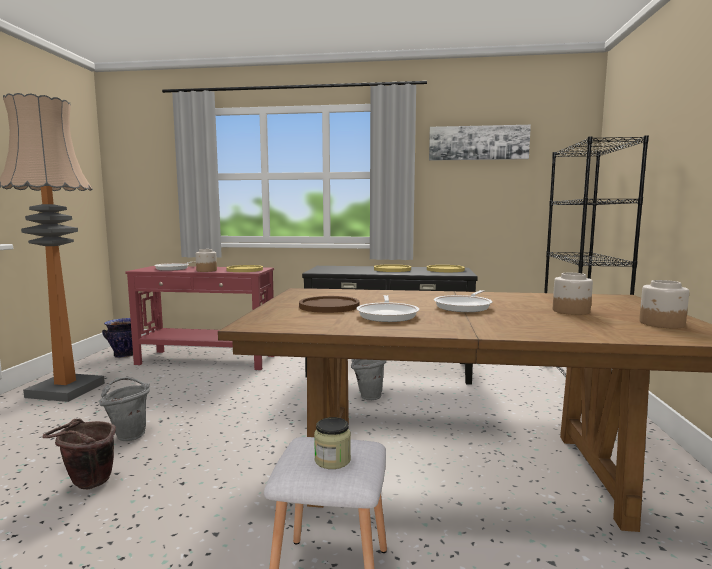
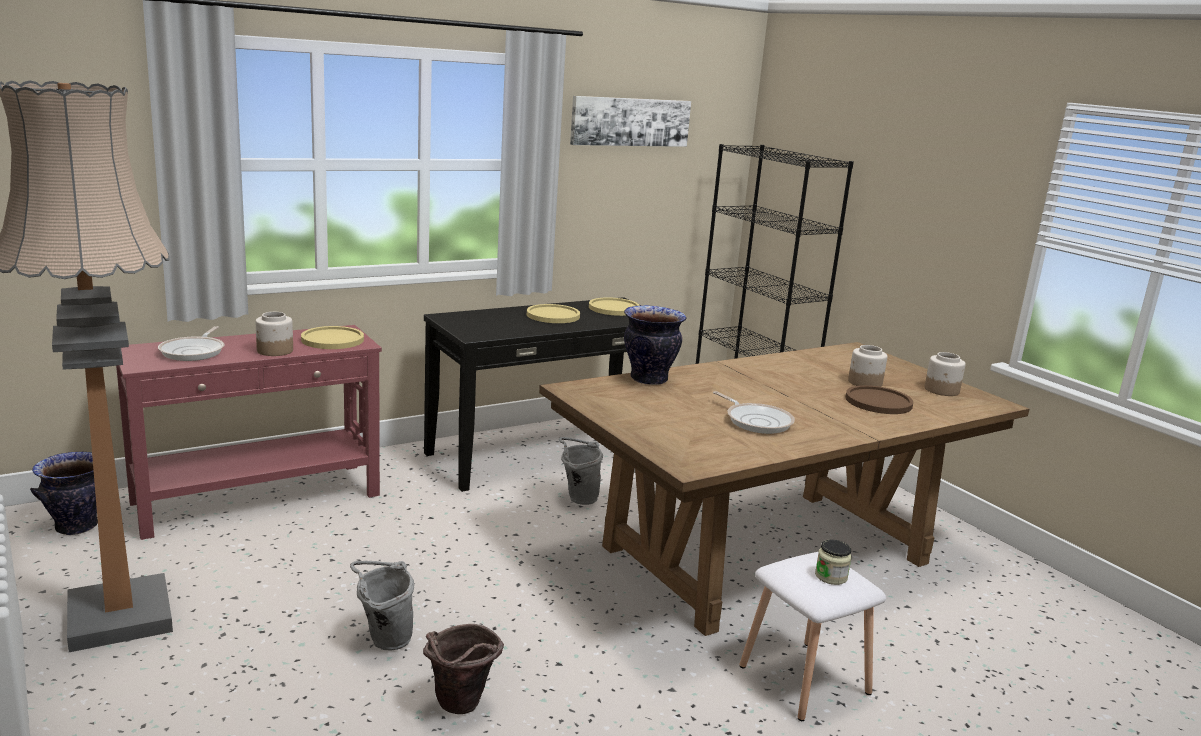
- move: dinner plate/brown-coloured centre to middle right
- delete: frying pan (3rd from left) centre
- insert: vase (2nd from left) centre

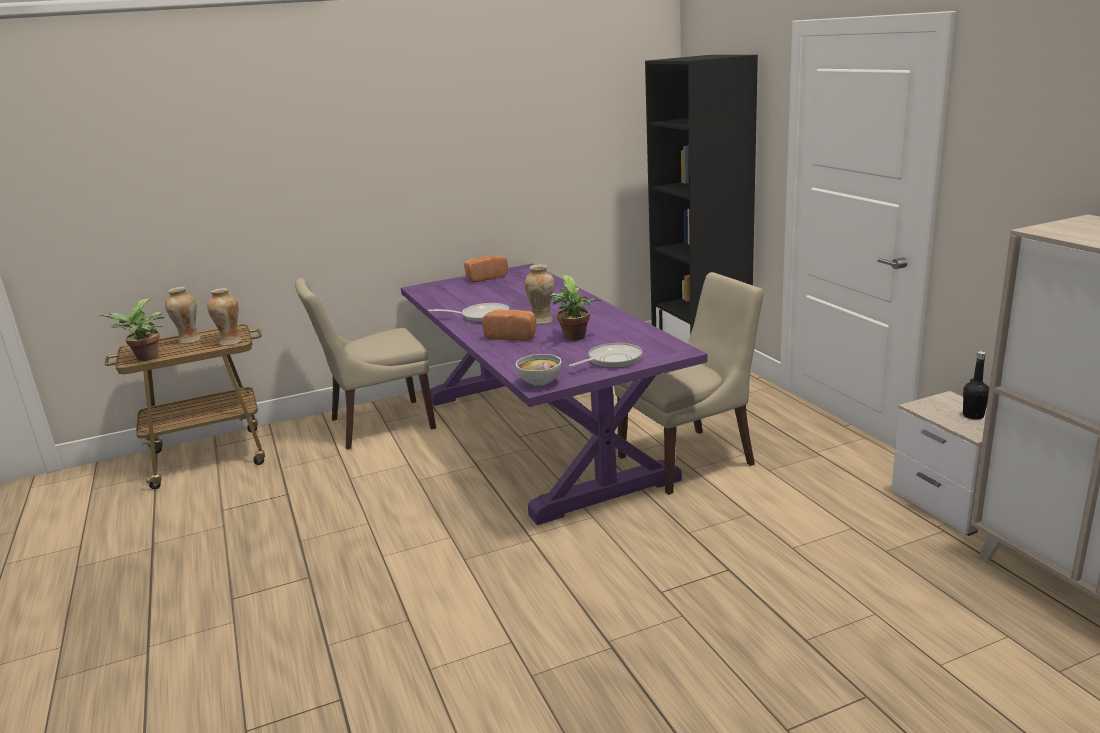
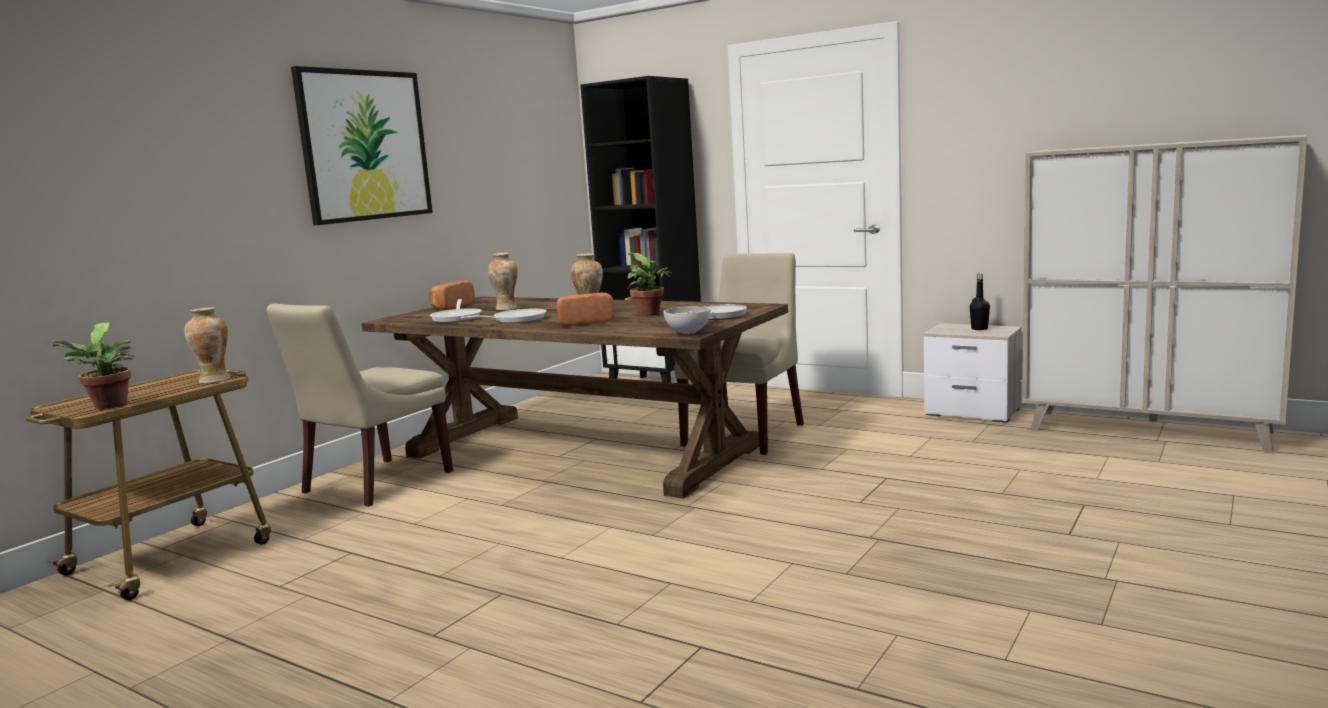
- move: vase (1st from left in the first image) middle left to vase (2nd from left) centre
- recolor: kitchen table/purplish centre to kitchen table/brown-coloured centre
- insert: picture top left
- insert: frying pan (1st from left) centre

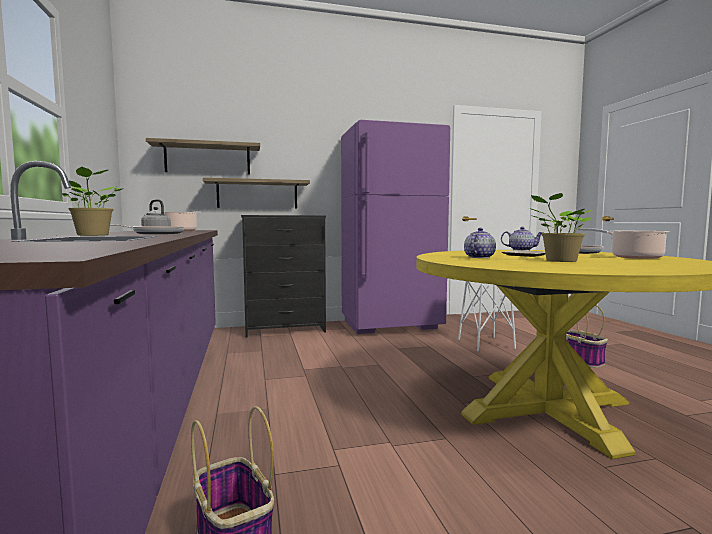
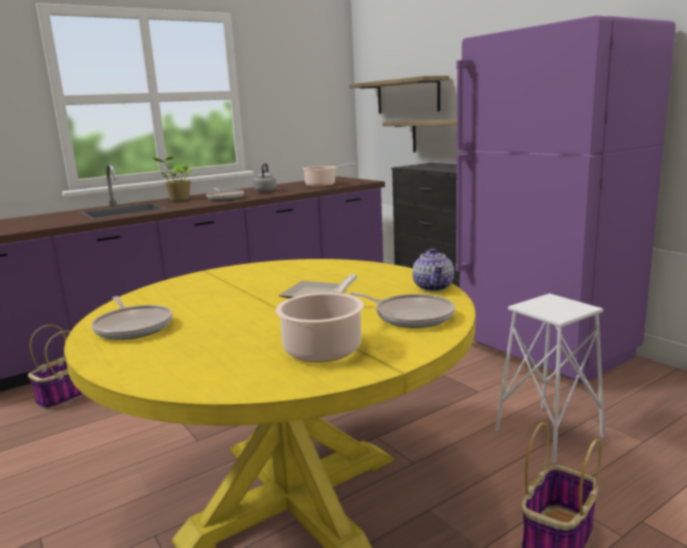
- delete: tea pot (1st from left) middle right
- delete: houseplant (2nd from left) middle right
- insert: frying pan (1st from left) middle left

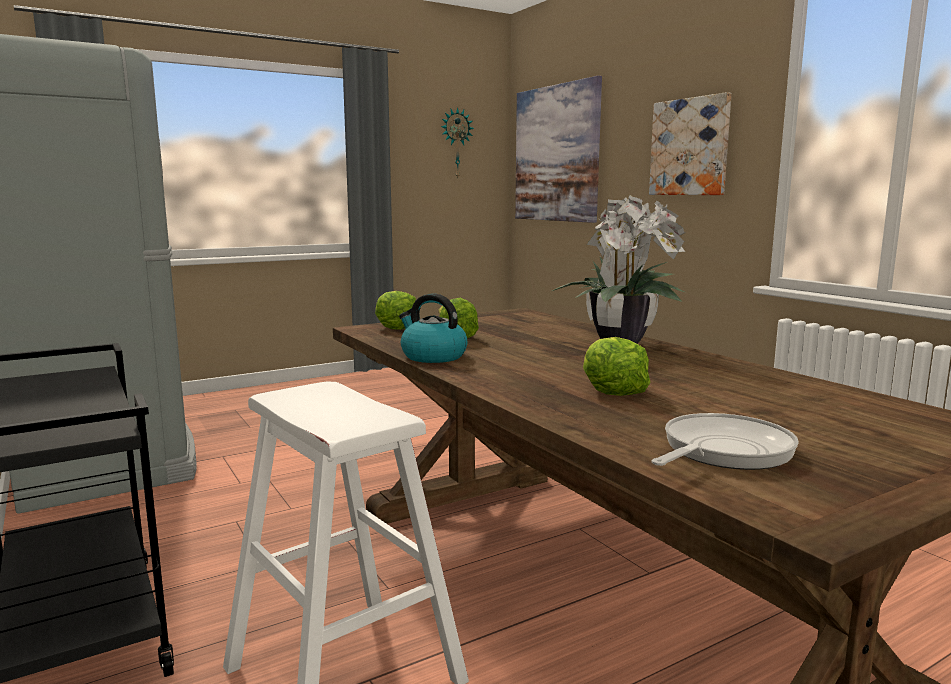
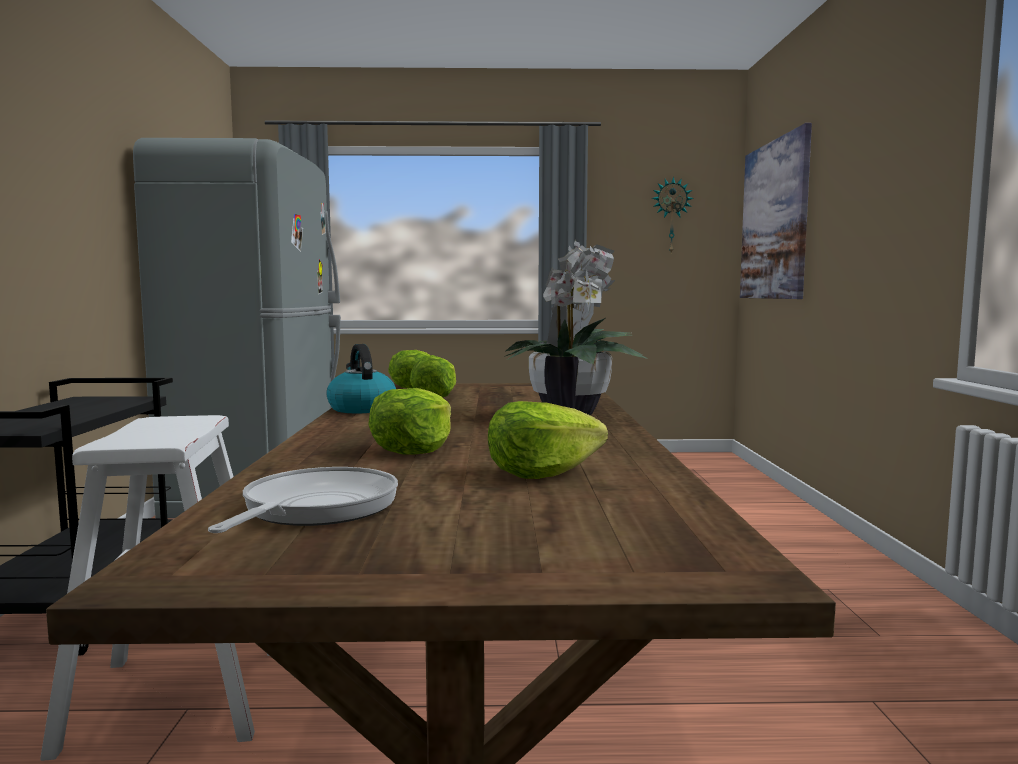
- delete: picture (2nd from left) top right
- rotate: frying pan middle right = middle left 60 degrees counterclockwise
- insert: head of lettuce (4th from left) centre

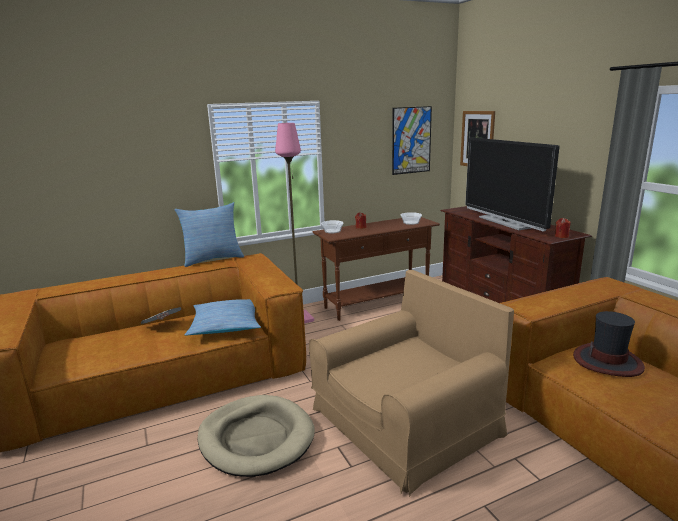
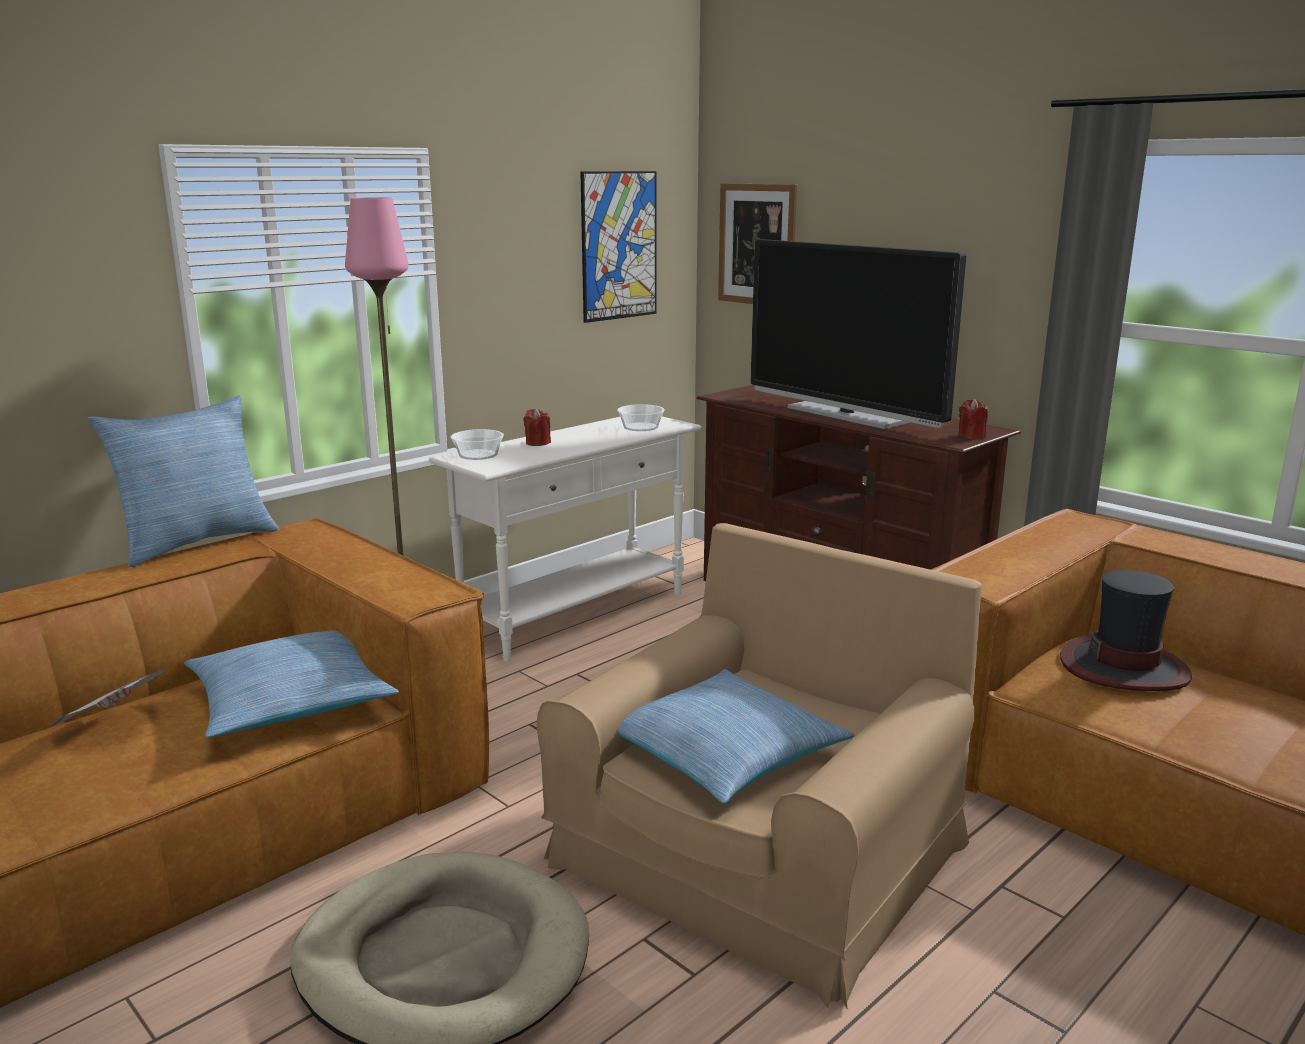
- recolor: narrow table/brown-coloured centre to narrow table/white centre
- insert: pillow (3rd from left) bottom centre

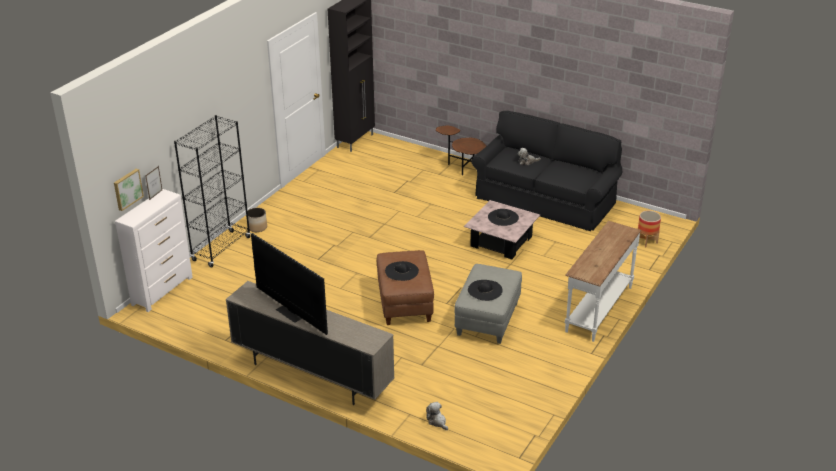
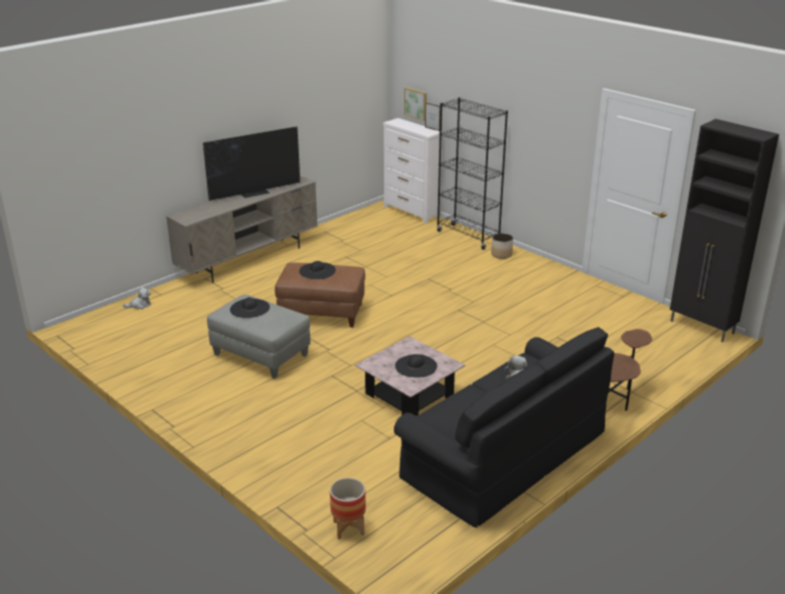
- delete: narrow table/white middle right

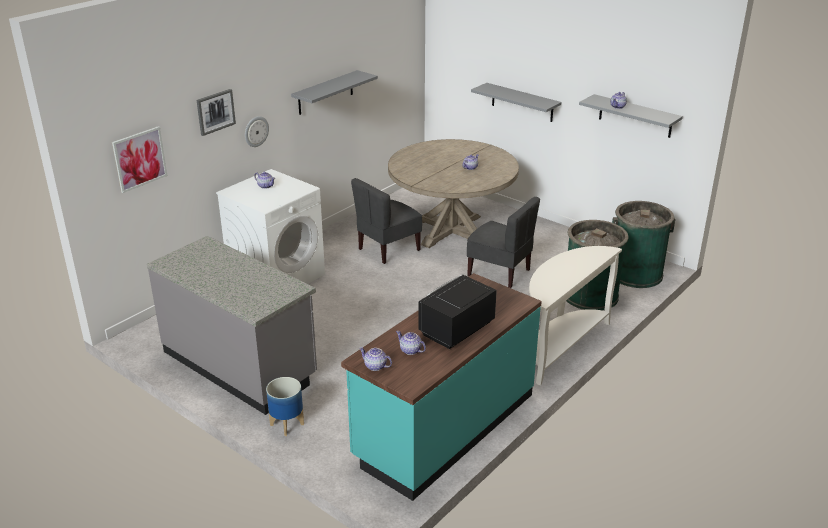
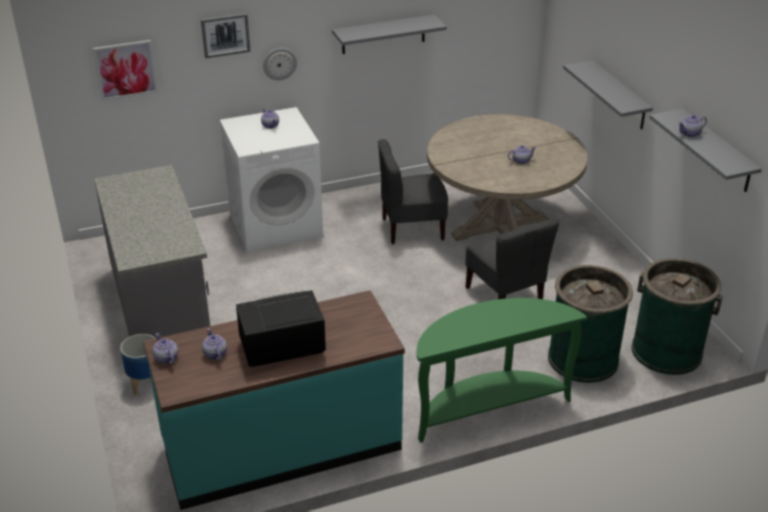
- recolor: narrow table/white middle right to narrow table/green bottom centre

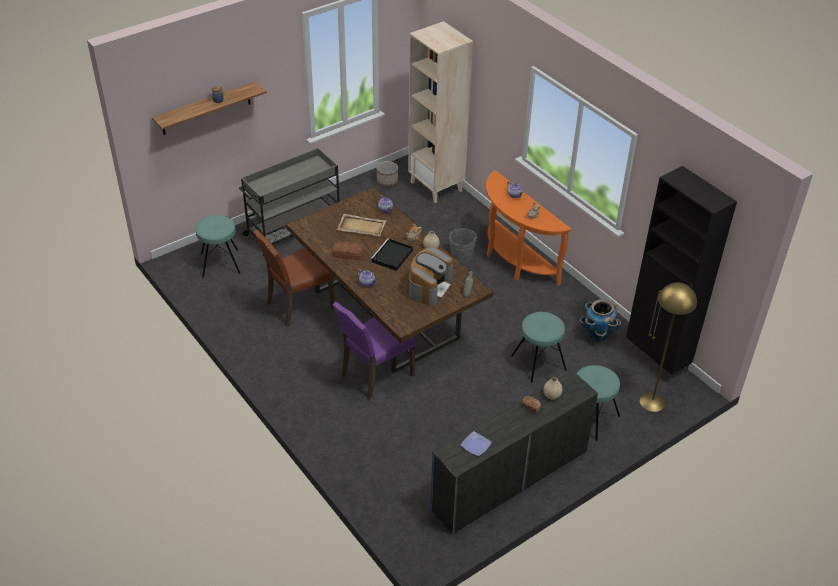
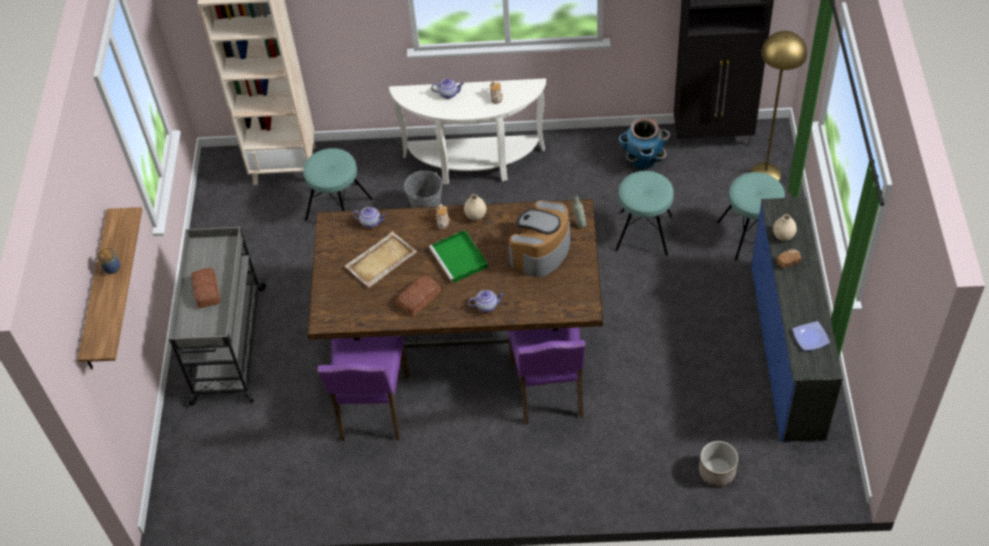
- move: stool/blue-green (1st from left) middle left to centre
- recolor: chair/brown-coloured centre to chair/purplish (1st from left) bottom centre
- recolor: serving tray/blackish centre to serving tray/green centre
- move: plant pot (1st from left in the first image) top centre to plant pot (2nd from left) bottom right
- rotate: coffee maker centre = centre 120 degrees counterclockwise
- recolor: narrow table/orangey centre to narrow table/white top centre
- insert: bakery bread (1st from left) middle left

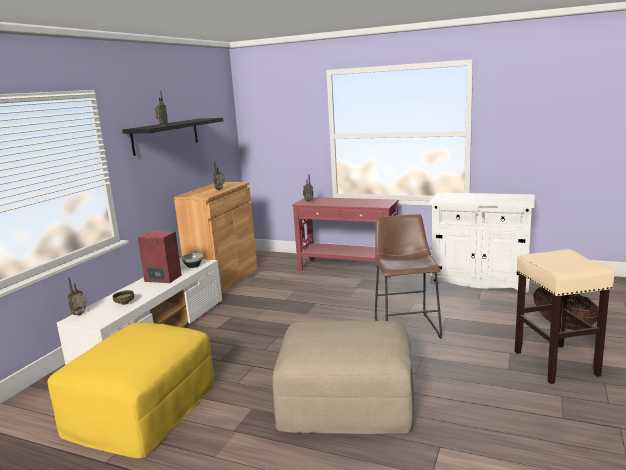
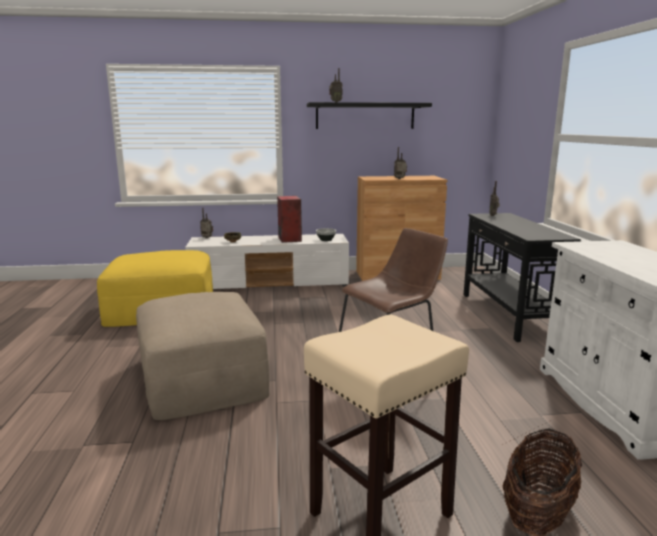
- recolor: narrow table/red centre to narrow table/blackish middle right

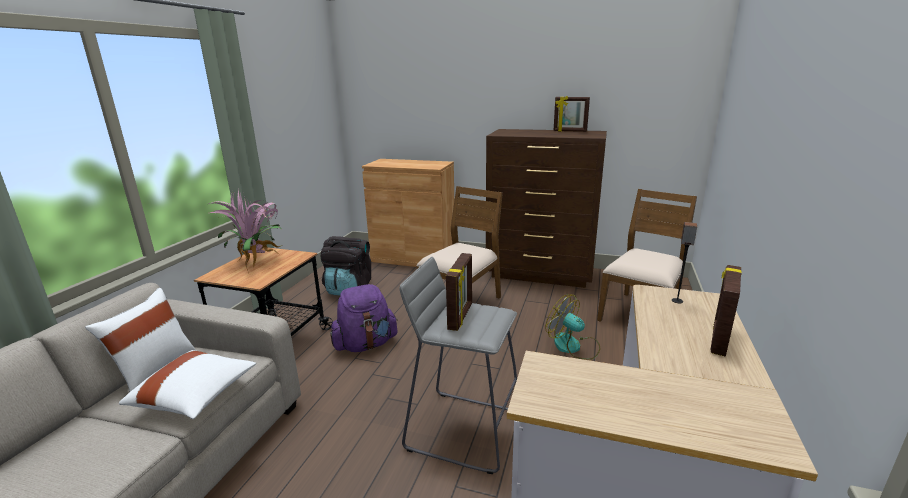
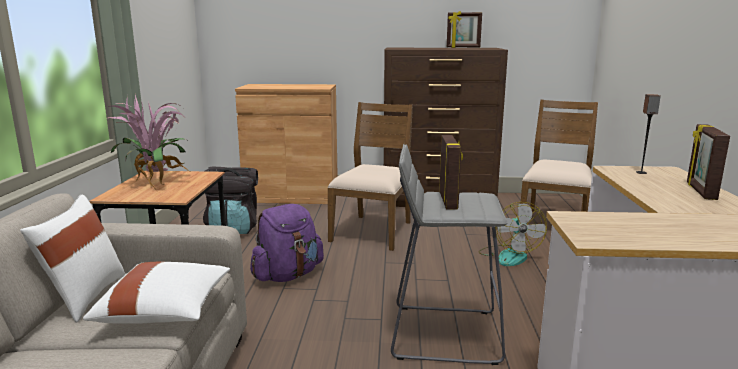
- rotate: fan centre = middle right 120 degrees counterclockwise

